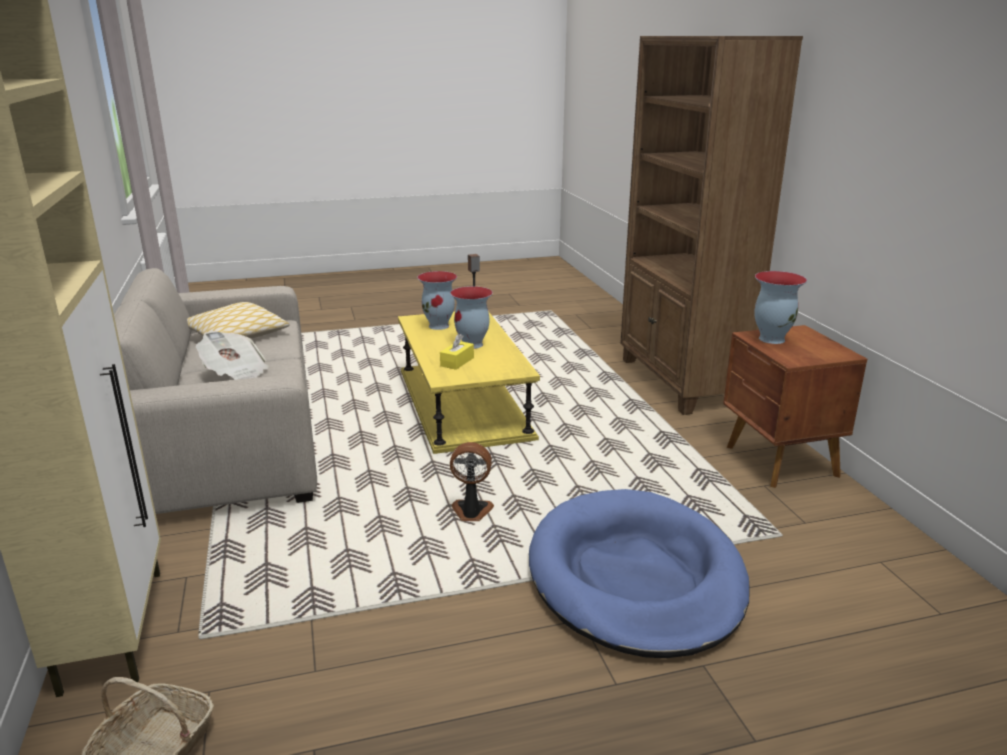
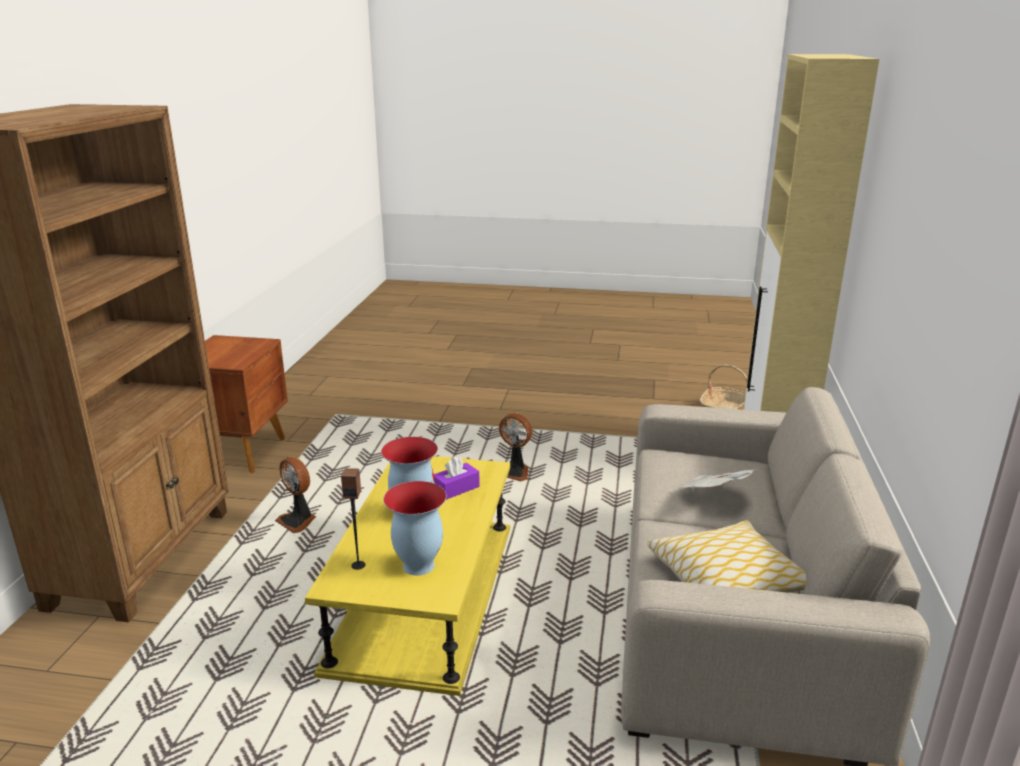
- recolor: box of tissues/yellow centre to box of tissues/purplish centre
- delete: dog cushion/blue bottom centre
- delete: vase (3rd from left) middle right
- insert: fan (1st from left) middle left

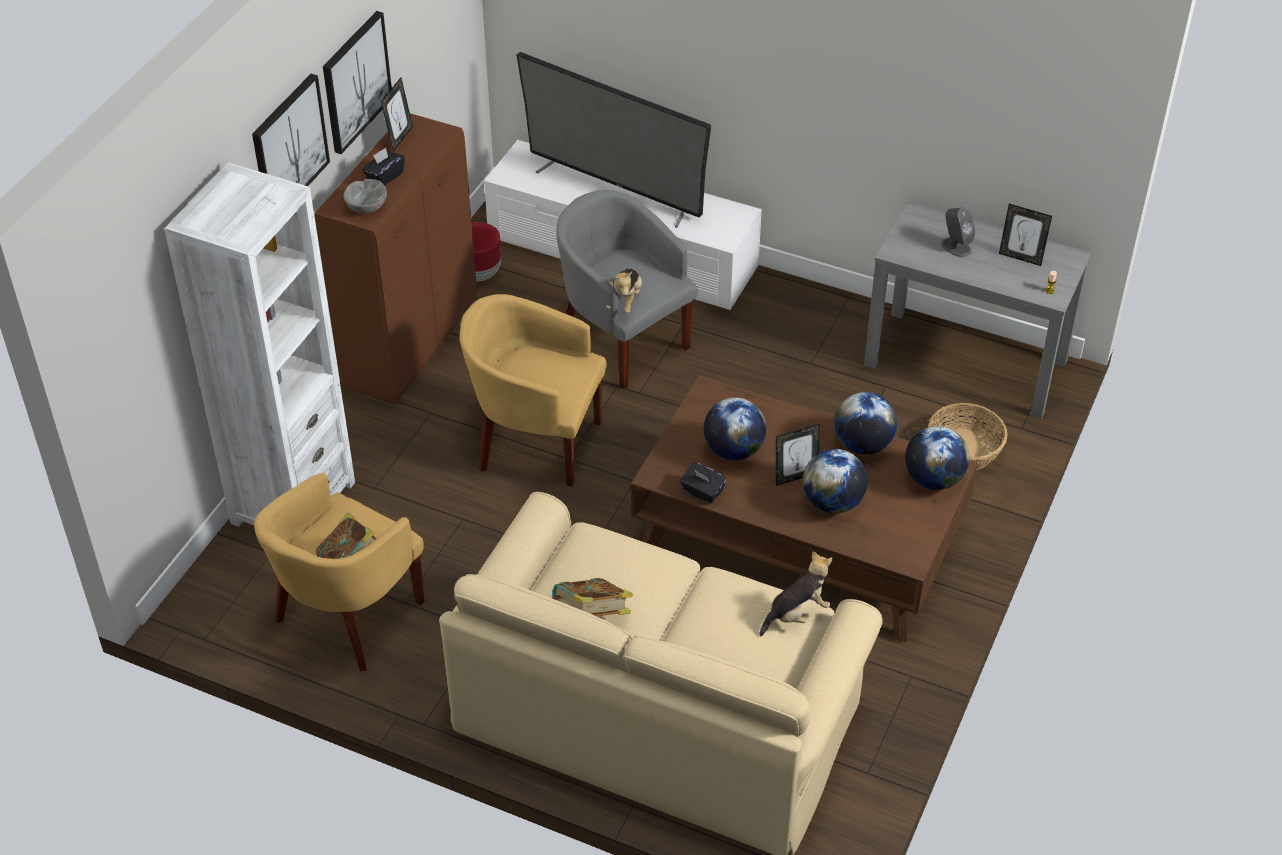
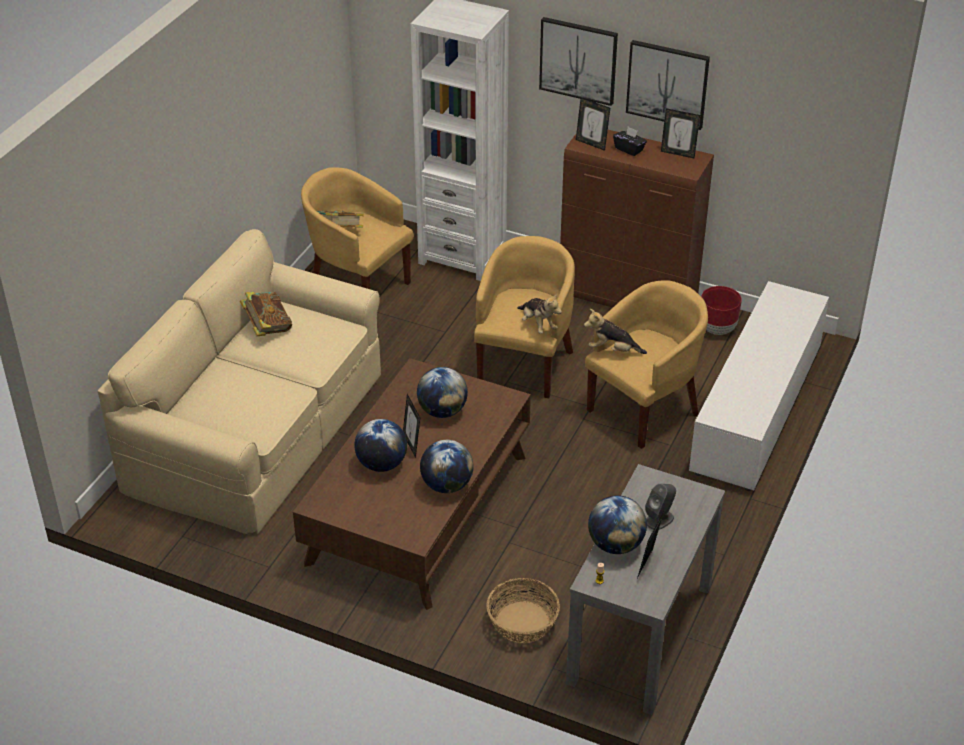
- replace: deep dish/greyish top left to standing frame (2nd from left) top centre
- delete: TV set top centre
- recolor: armchair/greyish centre to armchair/yellow (3rd from left) middle right
- delete: box of tissues/blackish (2nd from left) centre
- move: soft toy (2nd from left in the first image) bottom centre to soft toy (1st from left) centre
- move: desk globe (4th from left) middle right to bottom centre

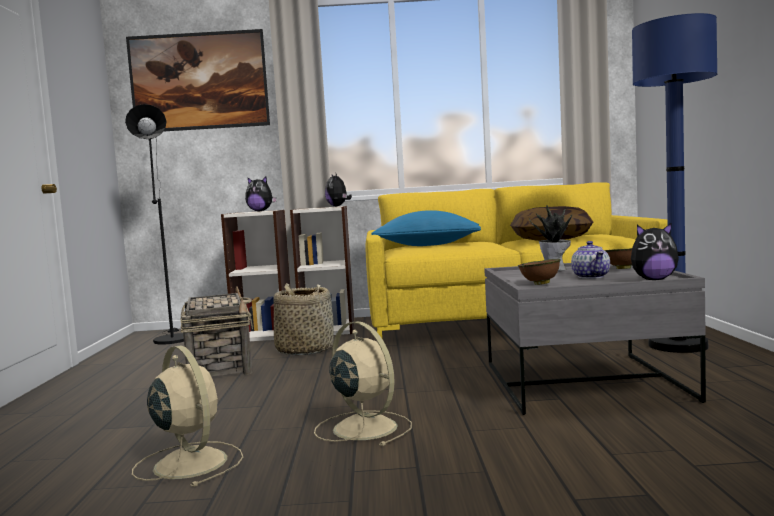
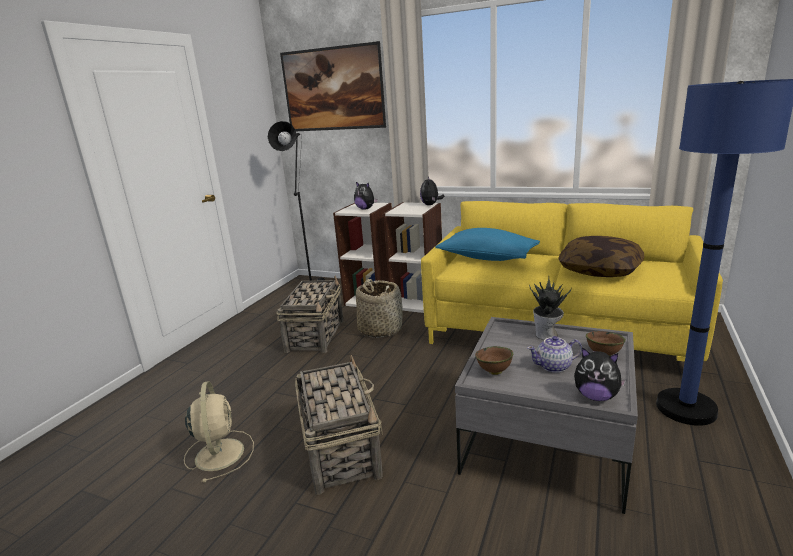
- replace: fan/sand-coloured (2nd from left) bottom centre to storage basket (2nd from left) bottom centre
- rotate: tea pot middle right = middle right 60 degrees clockwise

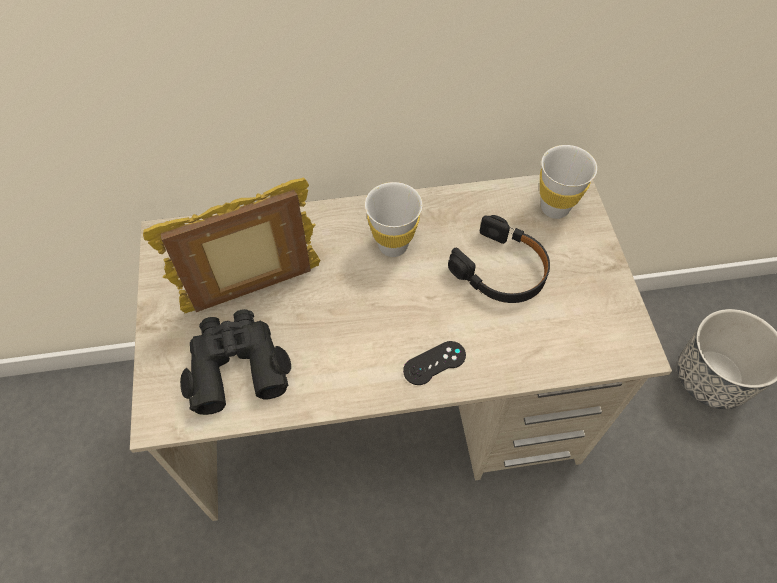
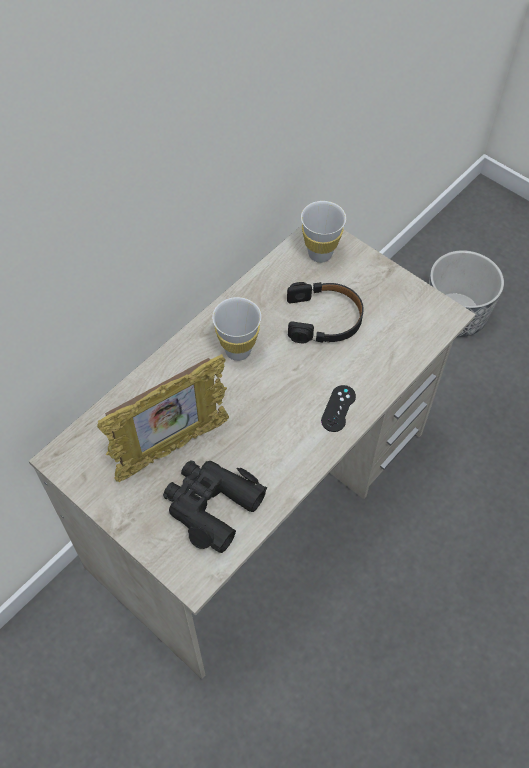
- rotate: standing frame middle left = middle left 150 degrees counterclockwise

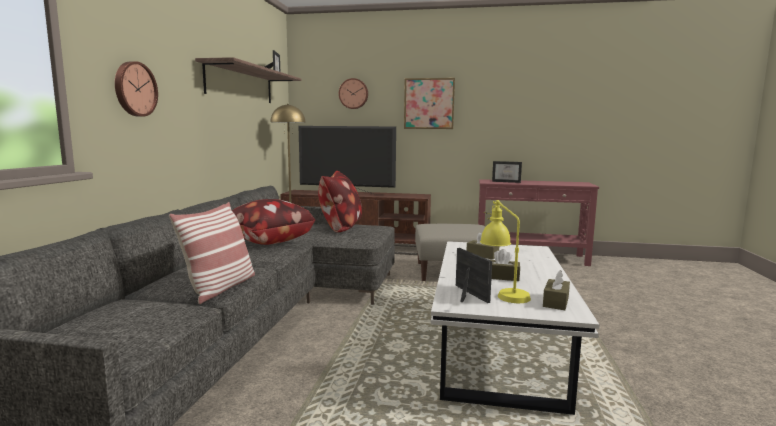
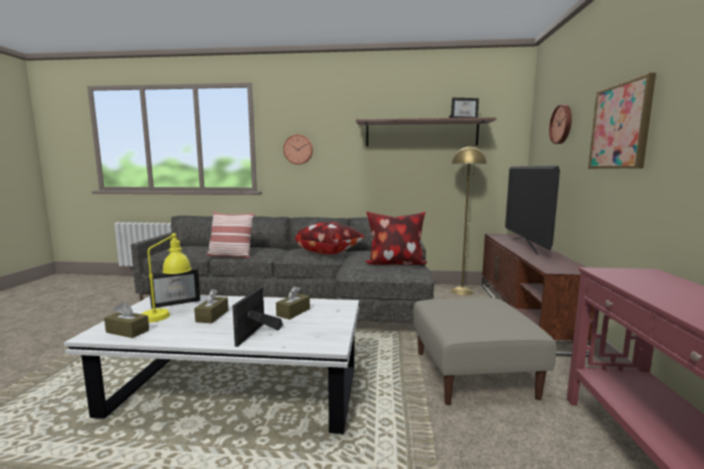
- move: standing frame (3rd from left in the first image) centre to standing frame (2nd from left) bottom centre

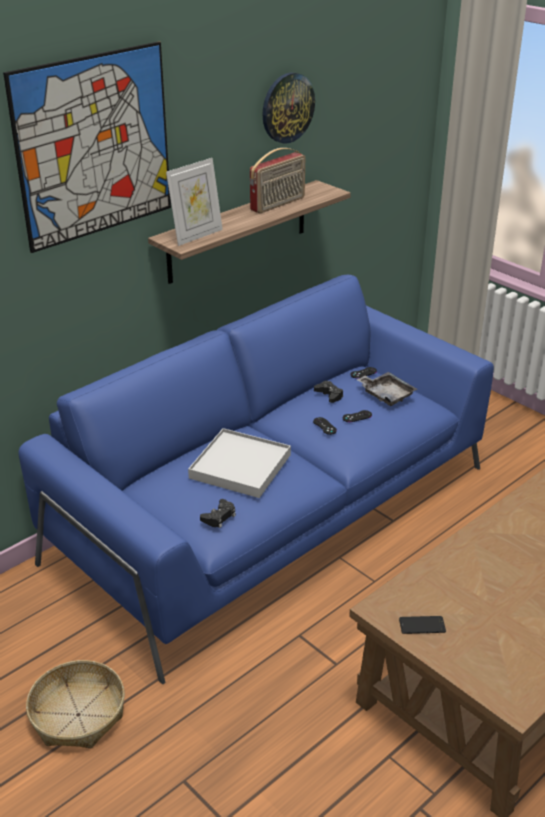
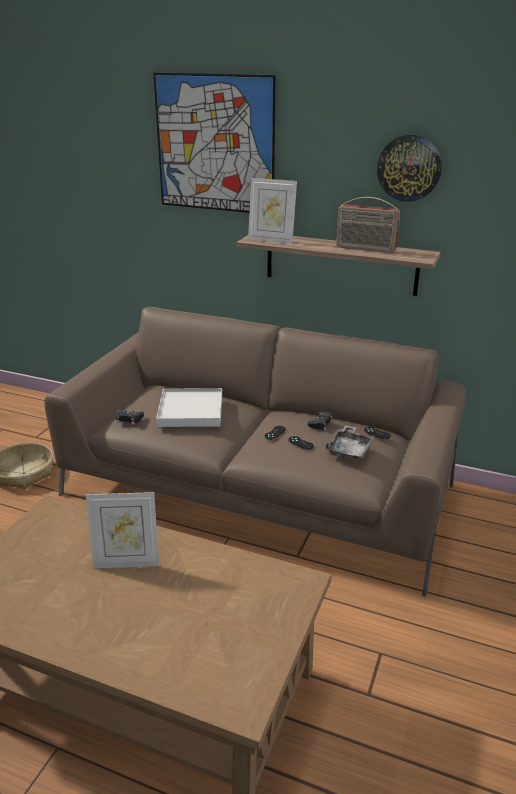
- recolor: settee/blue centre to settee/brown-coloured centre
- delete: handset bottom right
- insert: standing frame (1st from left) bottom left

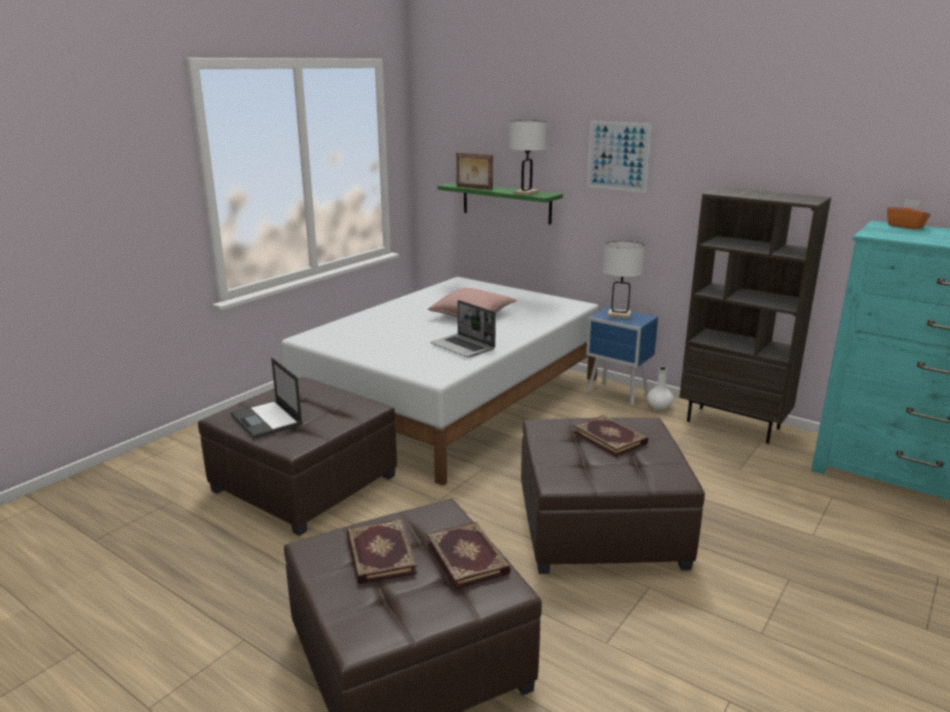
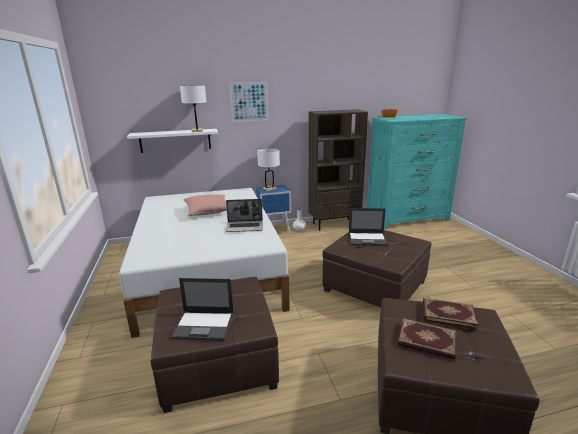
- recolor: shelf/green top centre to shelf/white top left
- delete: standing frame top centre
- replace: bound book (3rd from left) centre to notebook computer (3rd from left) centre

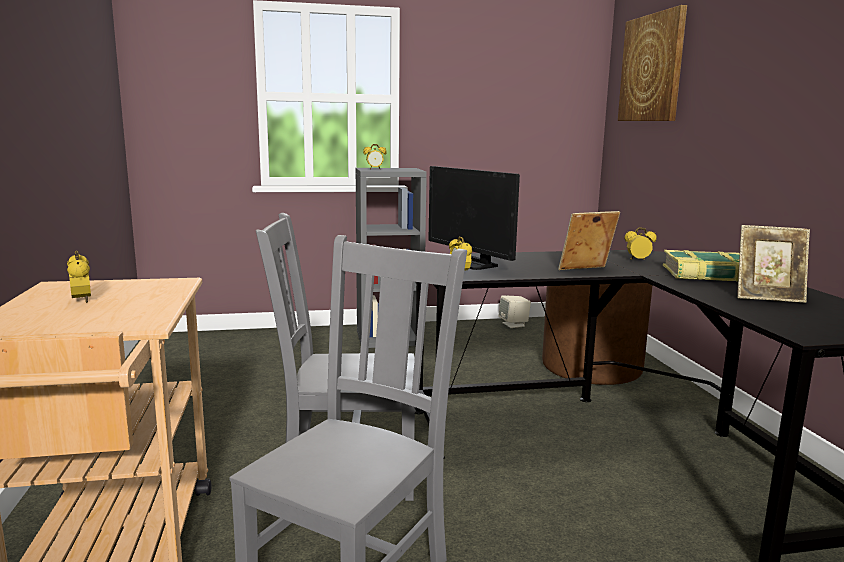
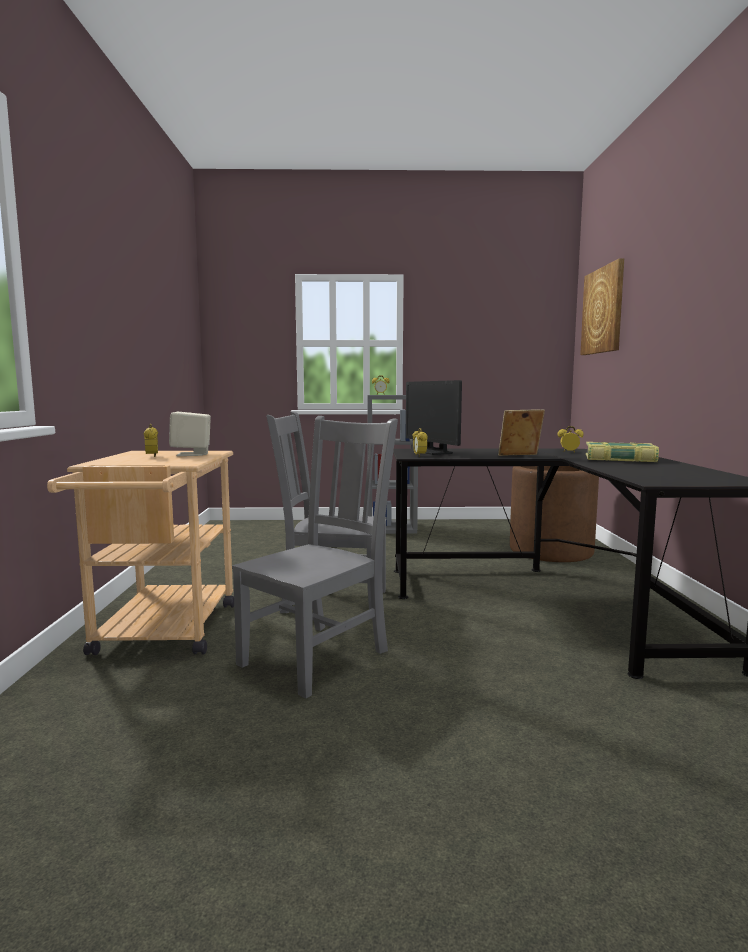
- move: loudspeaker/sand-coloured centre to middle left
- delete: standing frame (2nd from left) middle right

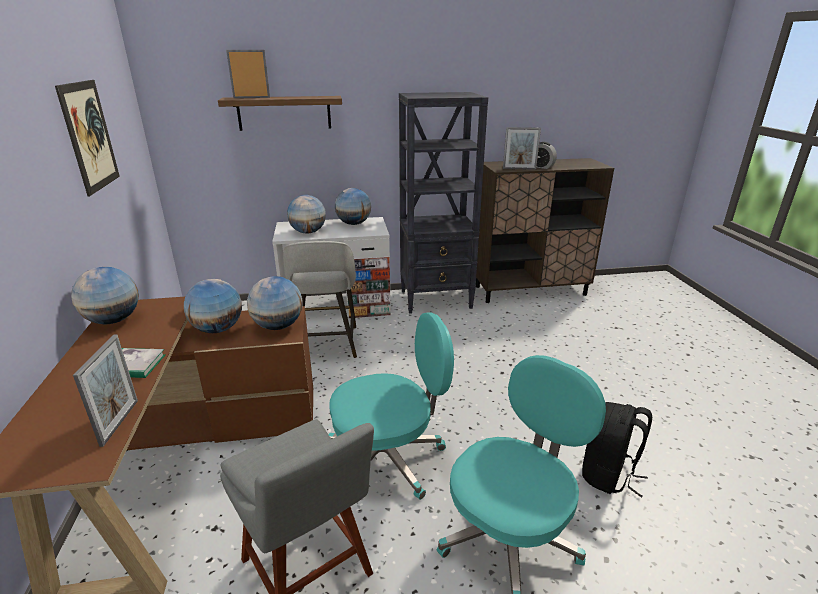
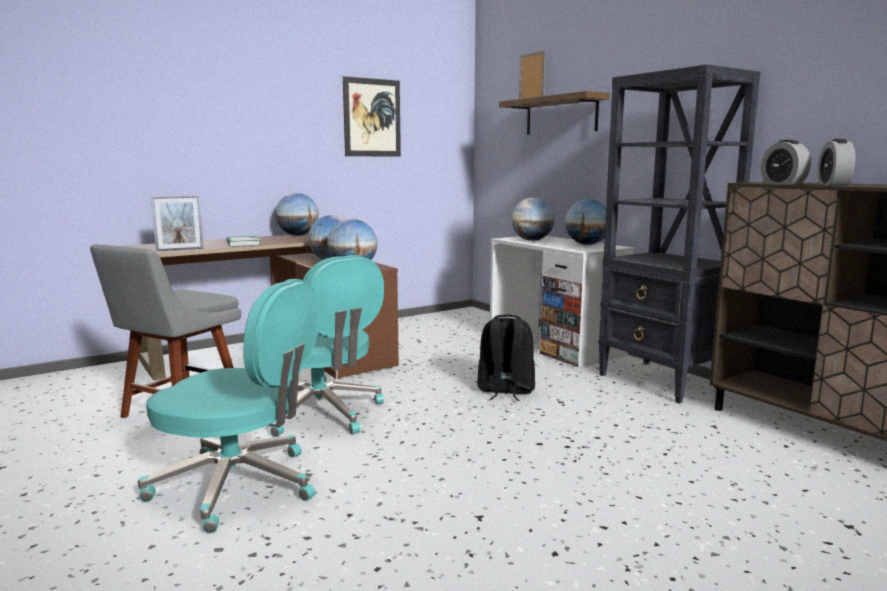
- delete: stool/greyish centre
- replace: standing frame (3rd from left) top centre to bedside clock (1st from left) top right
- move: backpack/blackish bottom right to centre

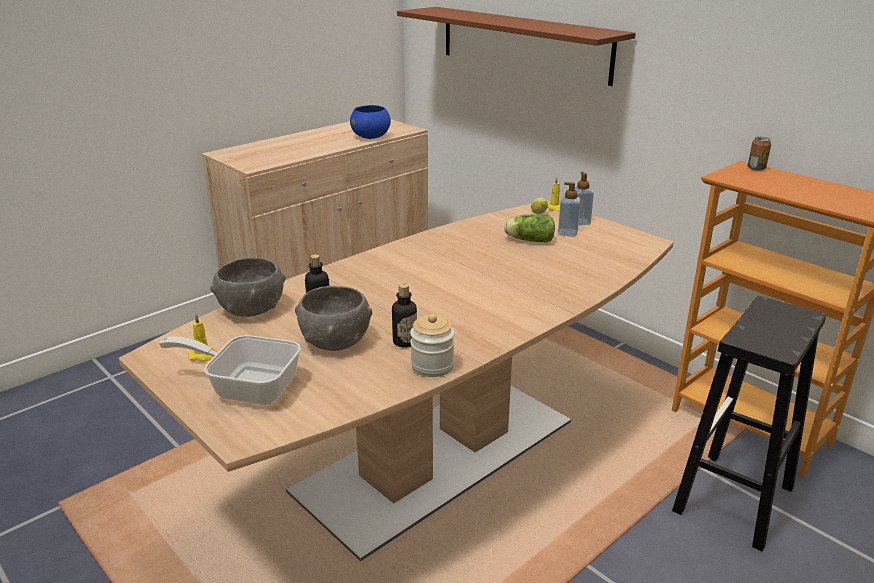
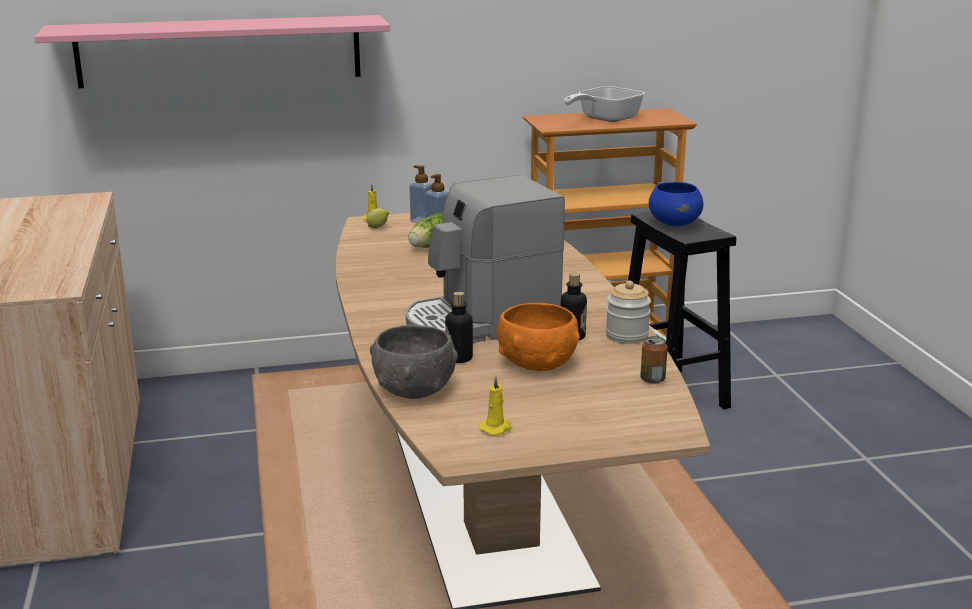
- move: frying pan middle left to top centre
- recolor: deep dish/greyish (2nd from left) centre to deep dish/orangey centre
- move: deep dish/blue top centre to middle right
- recolor: shelf/brown-coloured top centre to shelf/pink top left
- move: can top right to middle right
- insert: coffee maker centre

